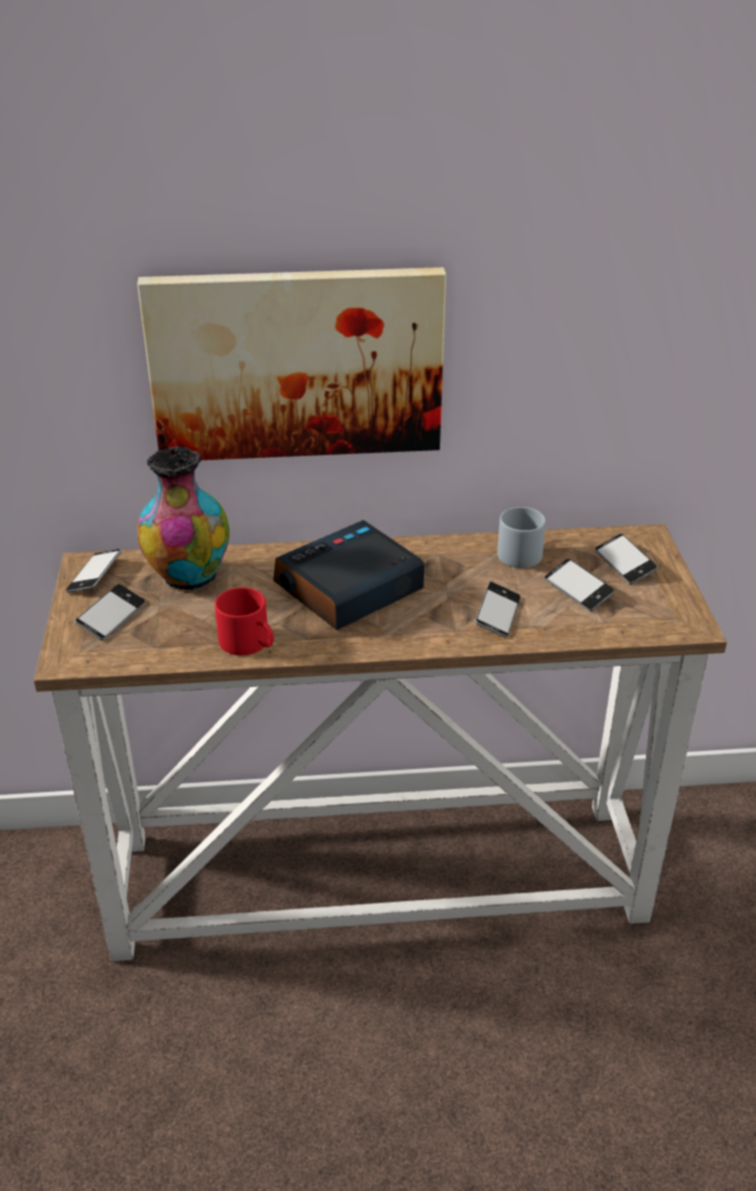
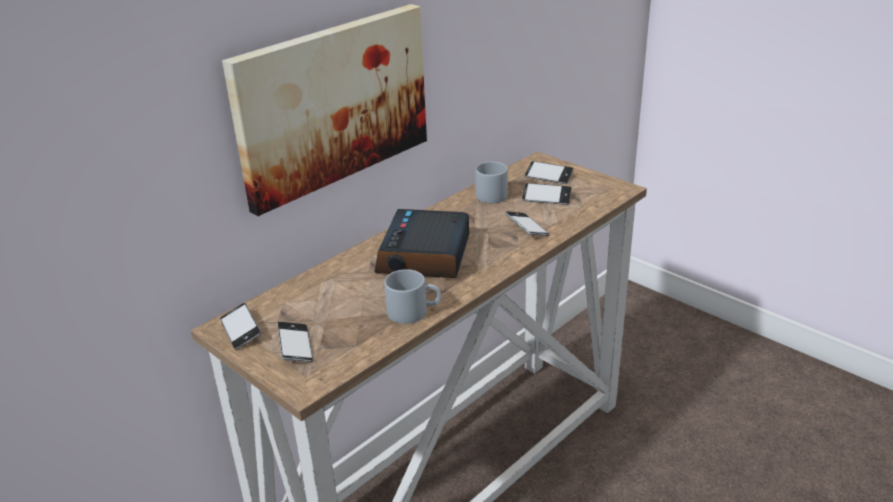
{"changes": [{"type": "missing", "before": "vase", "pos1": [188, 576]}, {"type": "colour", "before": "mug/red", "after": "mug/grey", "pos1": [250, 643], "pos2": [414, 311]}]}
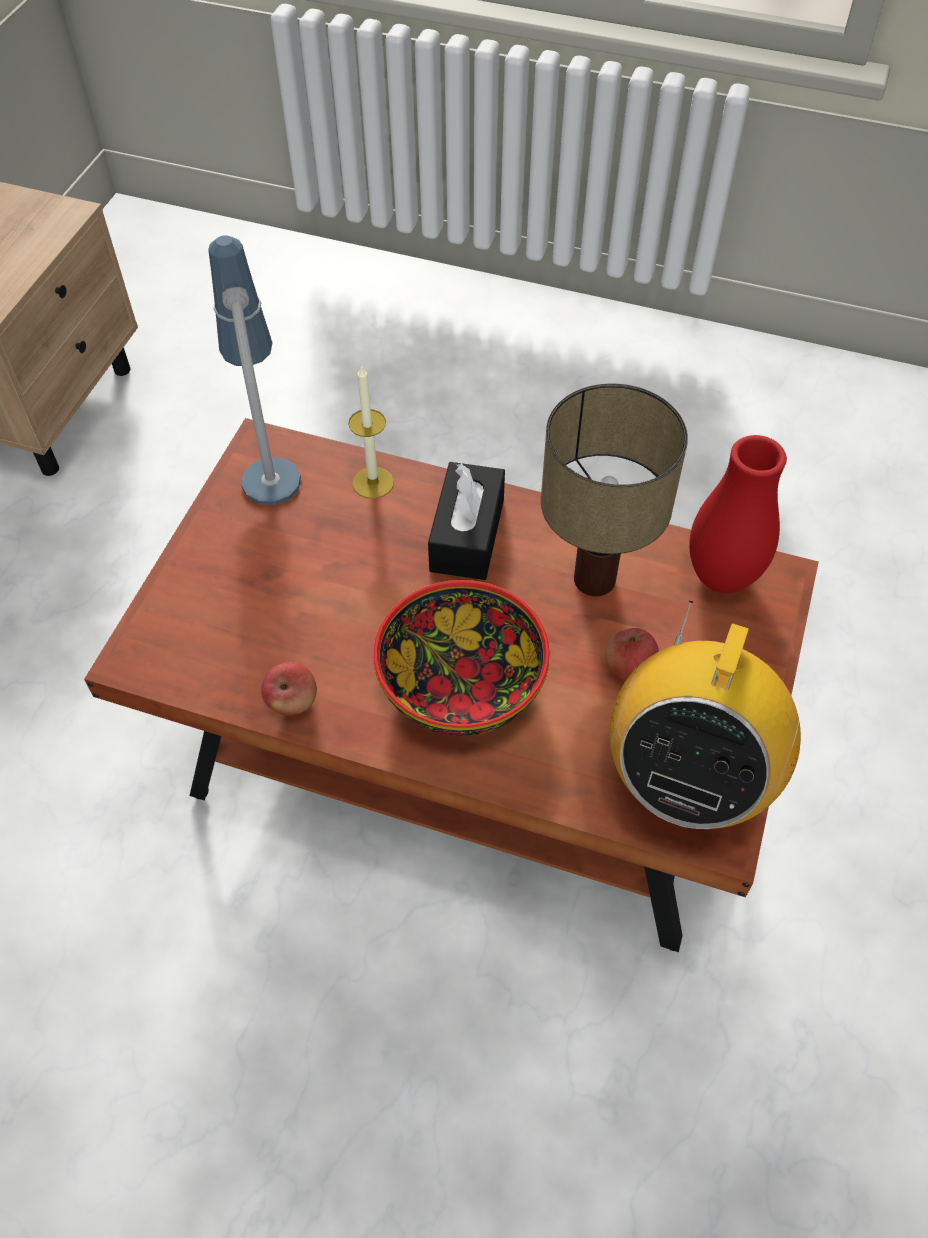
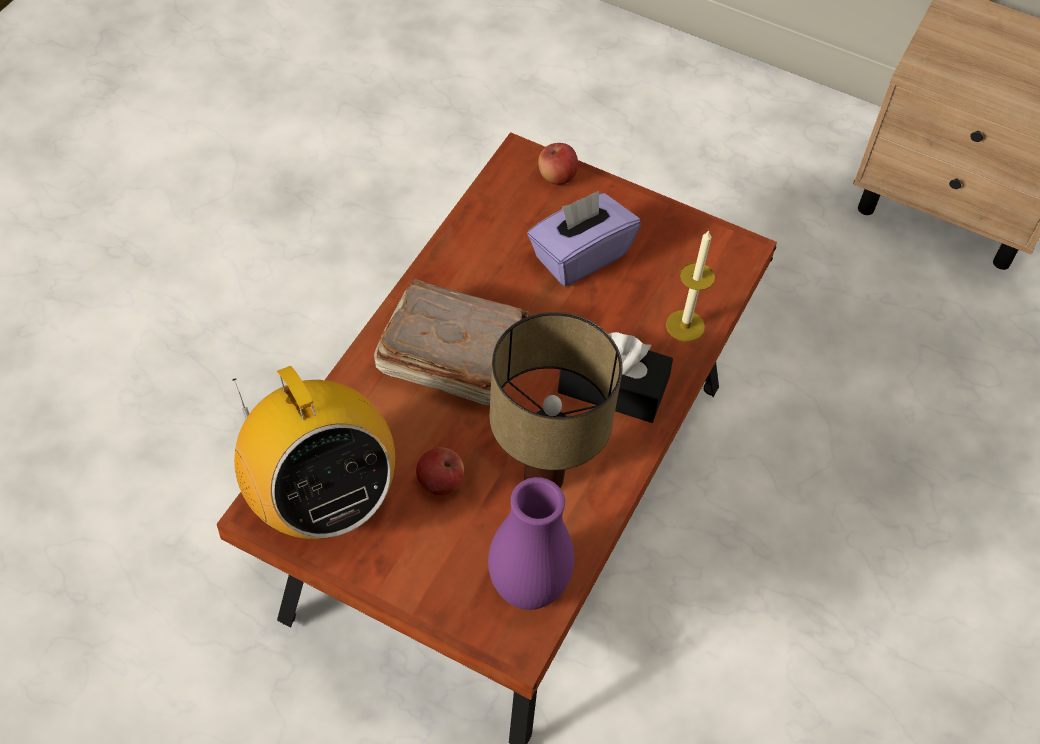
{"changes": [{"type": "missing", "before": "table lamp", "pos1": [266, 452]}, {"type": "relocated", "before": "apple", "pos1": [293, 702], "pos2": [557, 177]}, {"type": "exchanged", "before": "bowl", "after": "book/brown", "pos1": [460, 686], "pos2": [450, 357]}, {"type": "spun", "before": "radio", "pos1": [687, 778], "pos2": [320, 500], "turn": -150}, {"type": "colour", "before": "vase/red", "after": "vase/purple", "pos1": [722, 577], "pos2": [527, 588]}, {"type": "appeared", "after": "tissue box/purple", "pos2": [579, 256]}]}
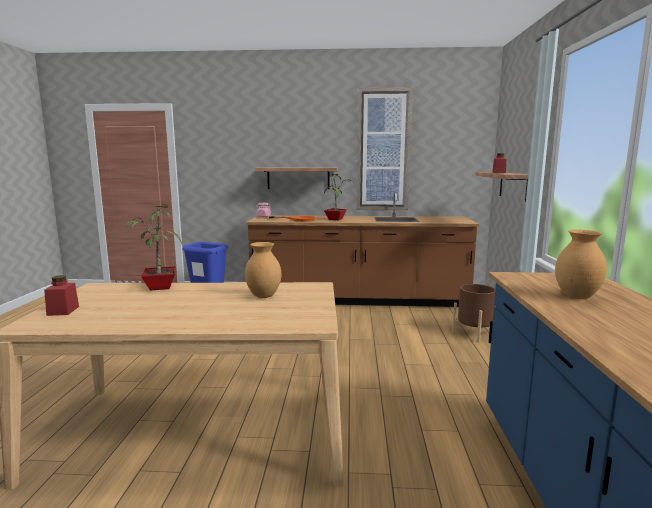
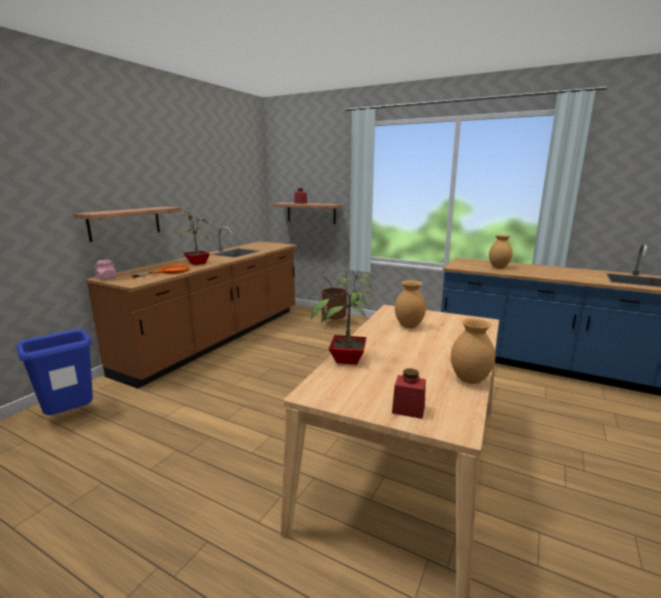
{"changes": [{"type": "missing", "before": "picture", "pos1": [383, 150]}, {"type": "appeared", "after": "vase/brown", "pos2": [470, 380]}]}
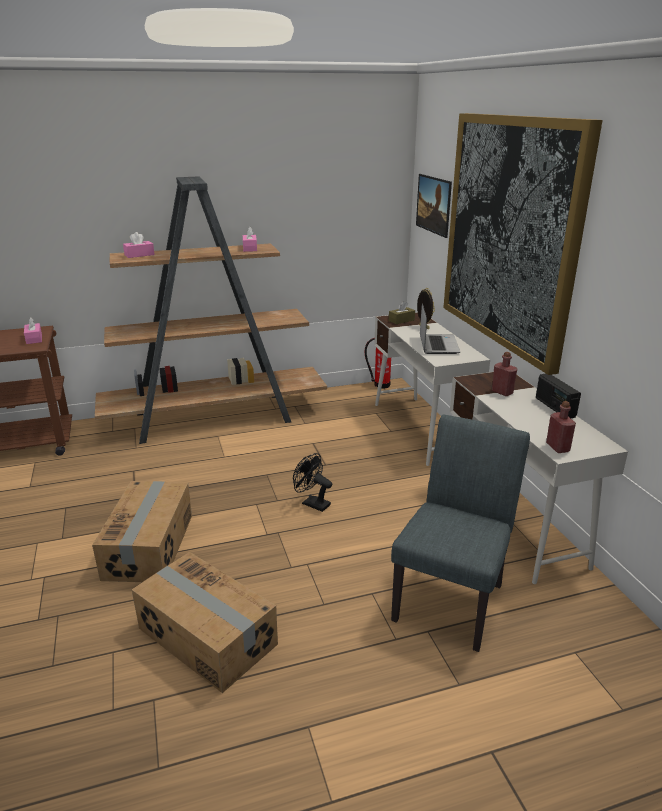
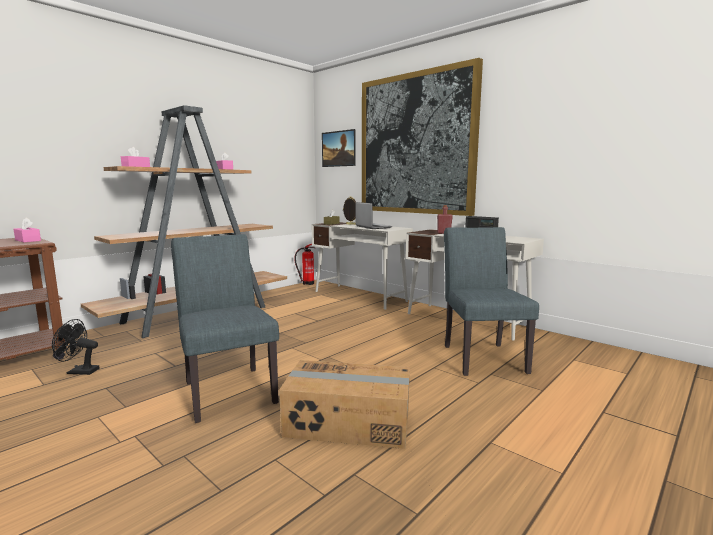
{"changes": [{"type": "exchanged", "before": "cardboard box", "after": "chair/grey", "pos1": [150, 546], "pos2": [228, 388]}, {"type": "relocated", "before": "fan/black", "pos1": [312, 503], "pos2": [78, 371]}, {"type": "missing", "before": "bottle/red", "pos1": [557, 447]}]}
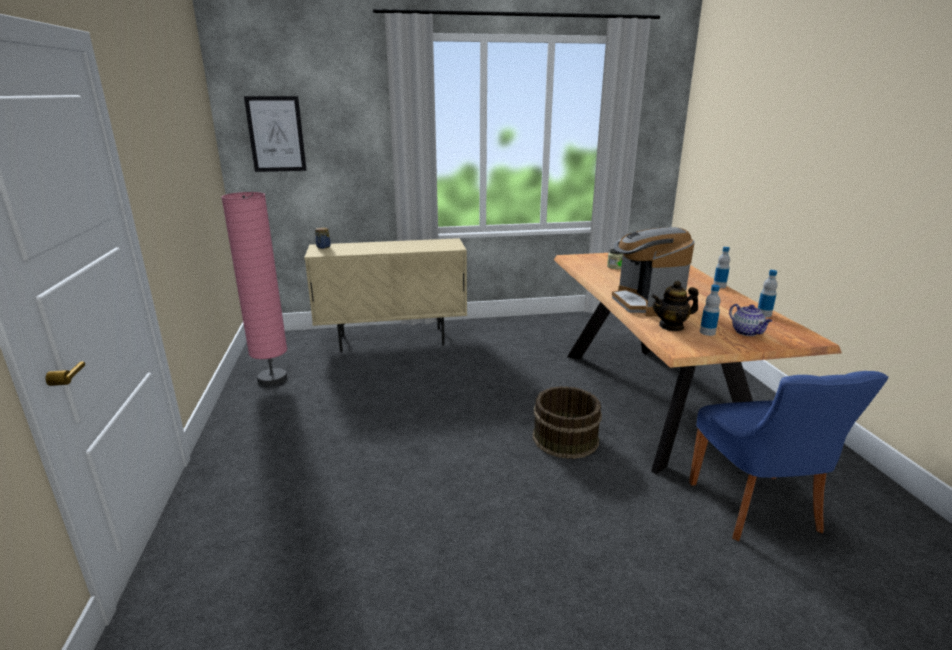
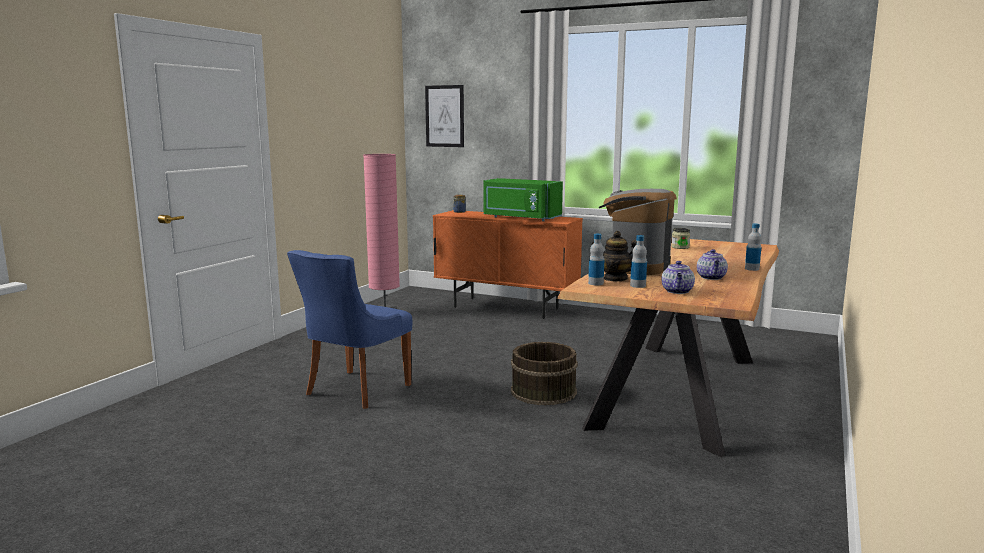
{"changes": [{"type": "colour", "before": "cabinet/beige", "after": "cabinet/orange", "pos1": [392, 340], "pos2": [506, 308]}, {"type": "relocated", "before": "chair/blue", "pos1": [756, 509], "pos2": [355, 390]}, {"type": "relocated", "before": "bottle", "pos1": [764, 314], "pos2": [595, 283]}, {"type": "appeared", "after": "microwave/green", "pos2": [520, 218]}, {"type": "appeared", "after": "teapot", "pos2": [711, 278]}]}
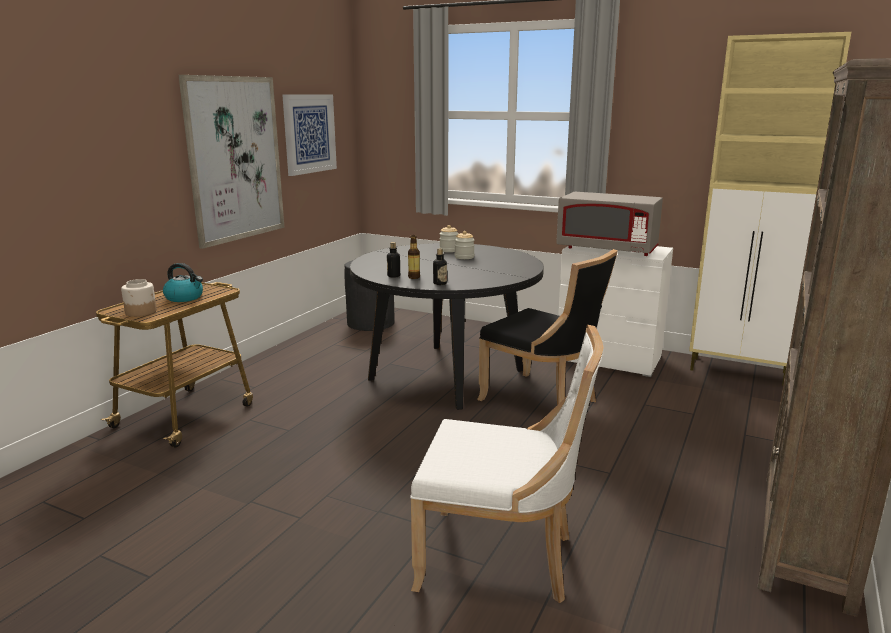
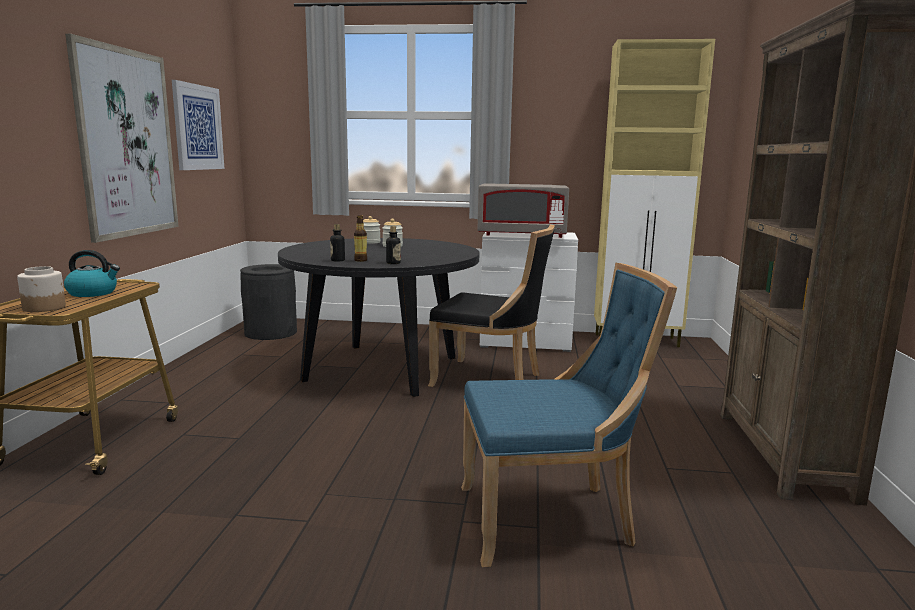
{"changes": [{"type": "colour", "before": "chair/white", "after": "chair/blue", "pos1": [502, 559], "pos2": [551, 519]}]}
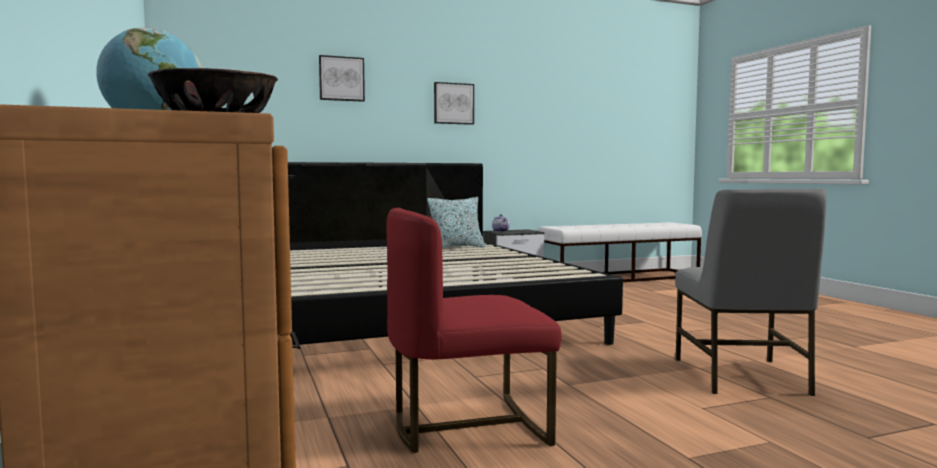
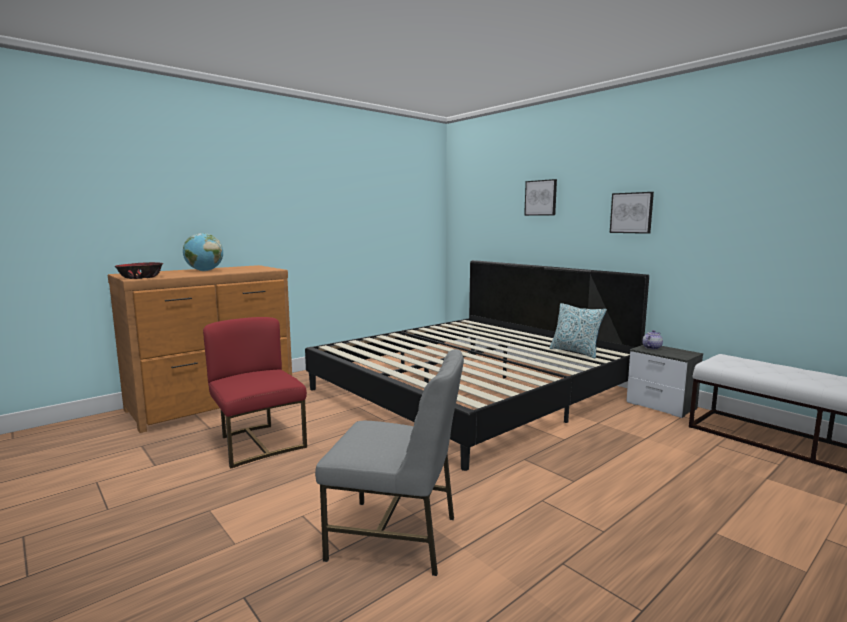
{"changes": [{"type": "spun", "before": "chair/grey", "pos1": [742, 376], "pos2": [396, 537], "turn": -150}]}
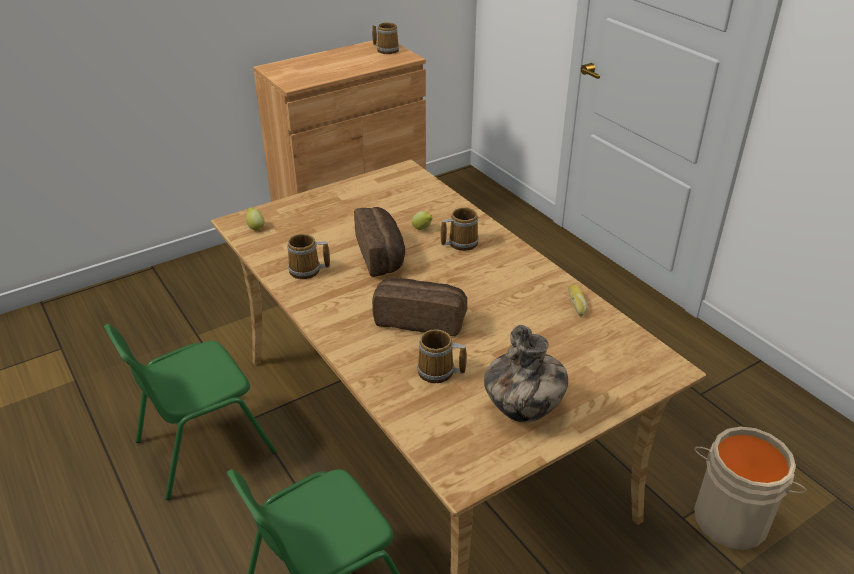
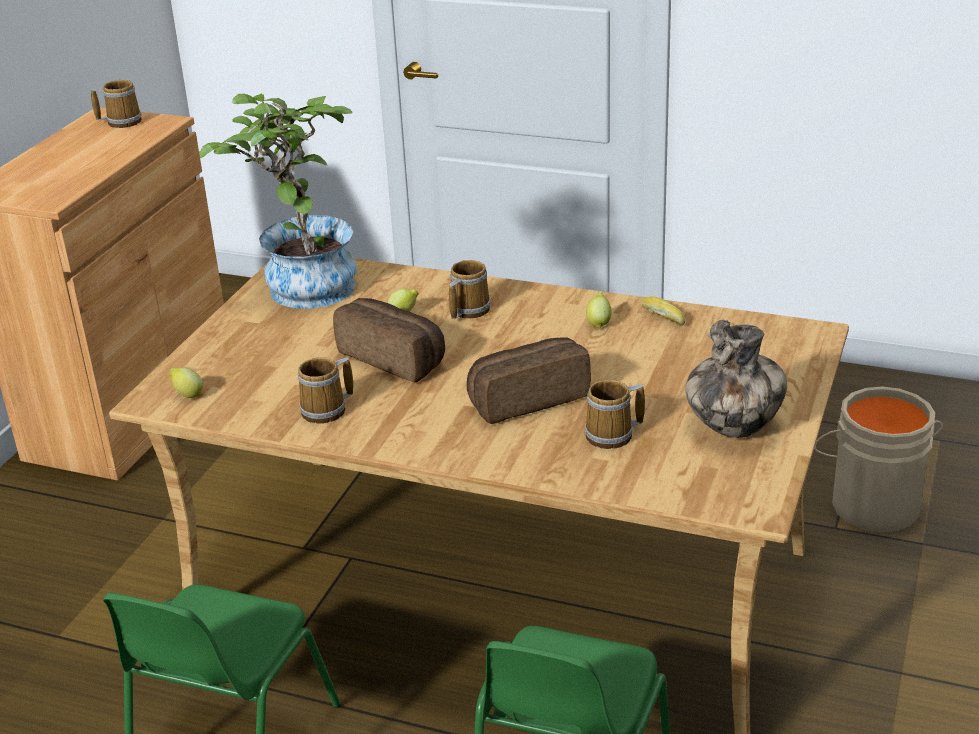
{"changes": [{"type": "appeared", "after": "potted plant", "pos2": [301, 284]}, {"type": "appeared", "after": "lemon", "pos2": [598, 323]}]}
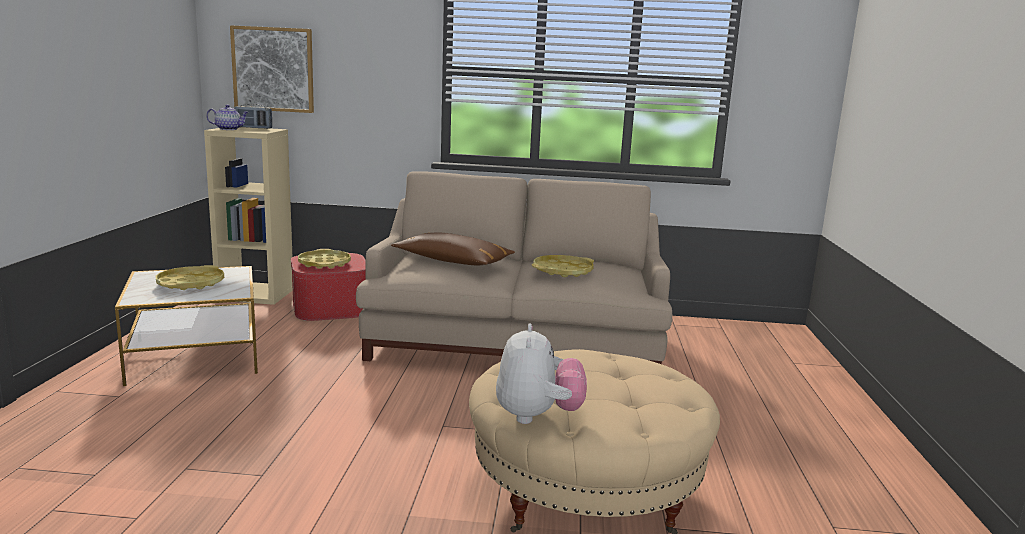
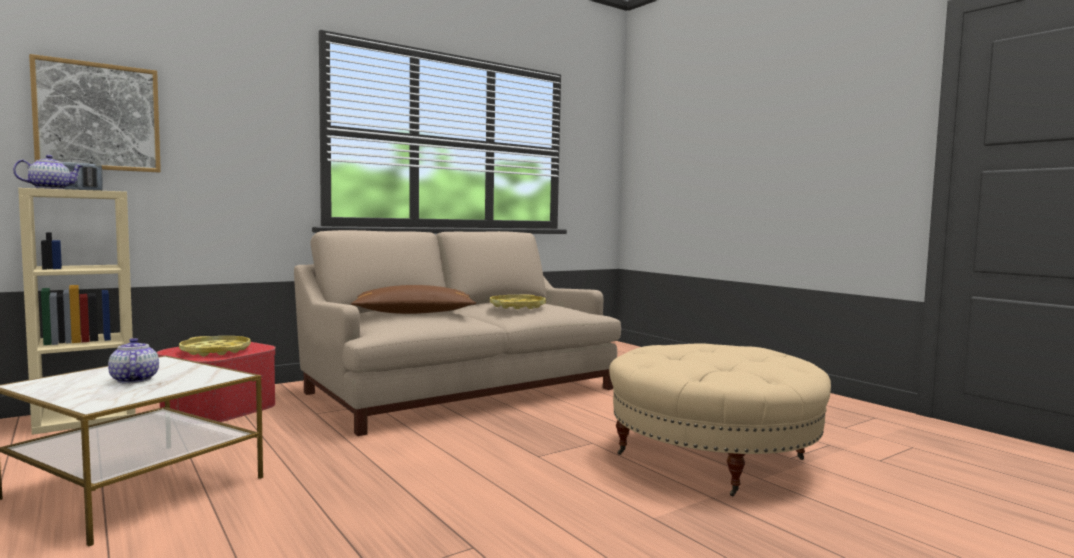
{"changes": [{"type": "exchanged", "before": "tray/yellow", "after": "teapot", "pos1": [190, 284], "pos2": [133, 380]}, {"type": "missing", "before": "plush toy", "pos1": [537, 416]}]}
